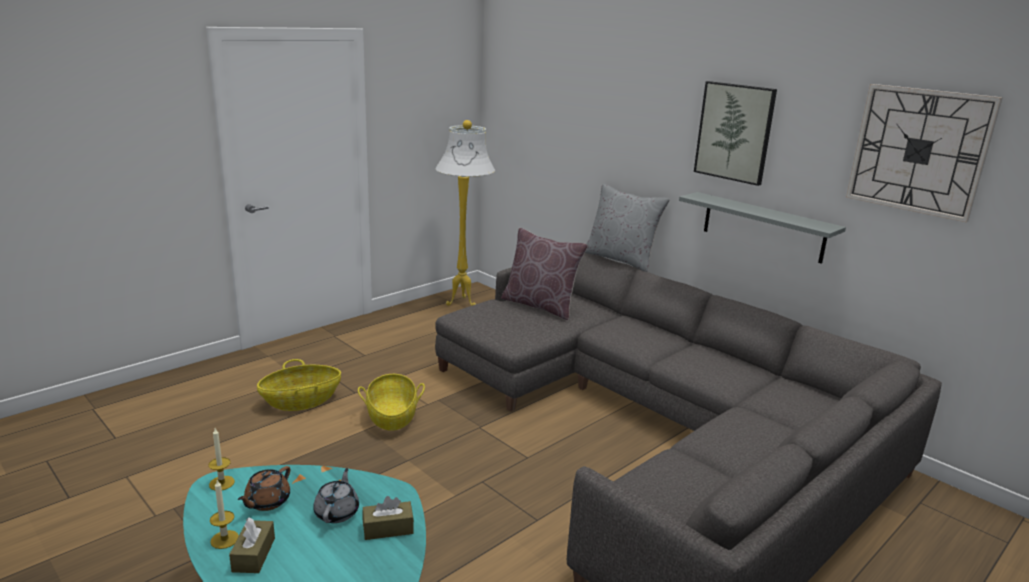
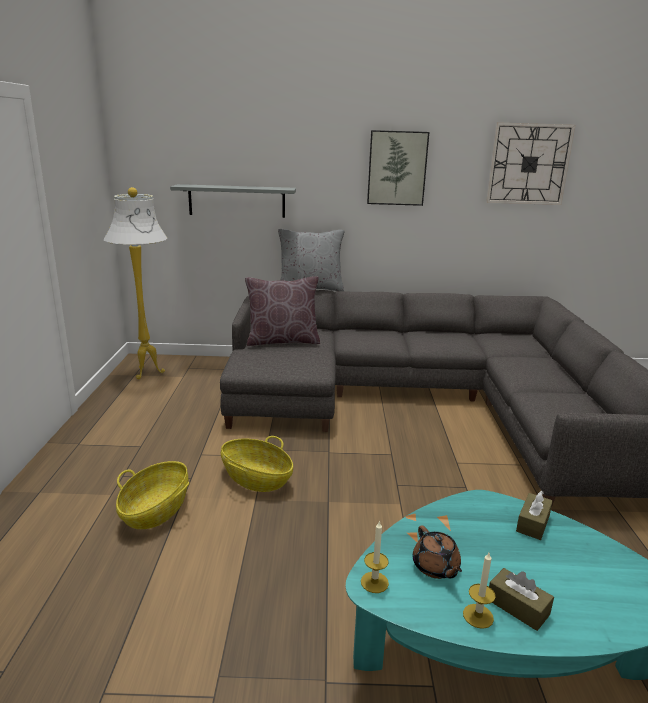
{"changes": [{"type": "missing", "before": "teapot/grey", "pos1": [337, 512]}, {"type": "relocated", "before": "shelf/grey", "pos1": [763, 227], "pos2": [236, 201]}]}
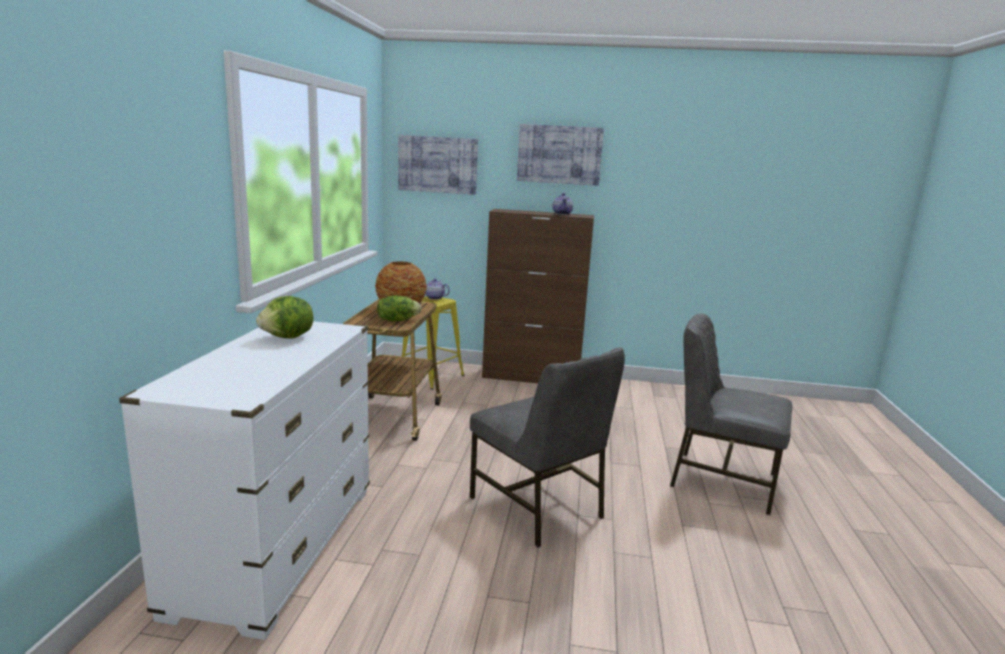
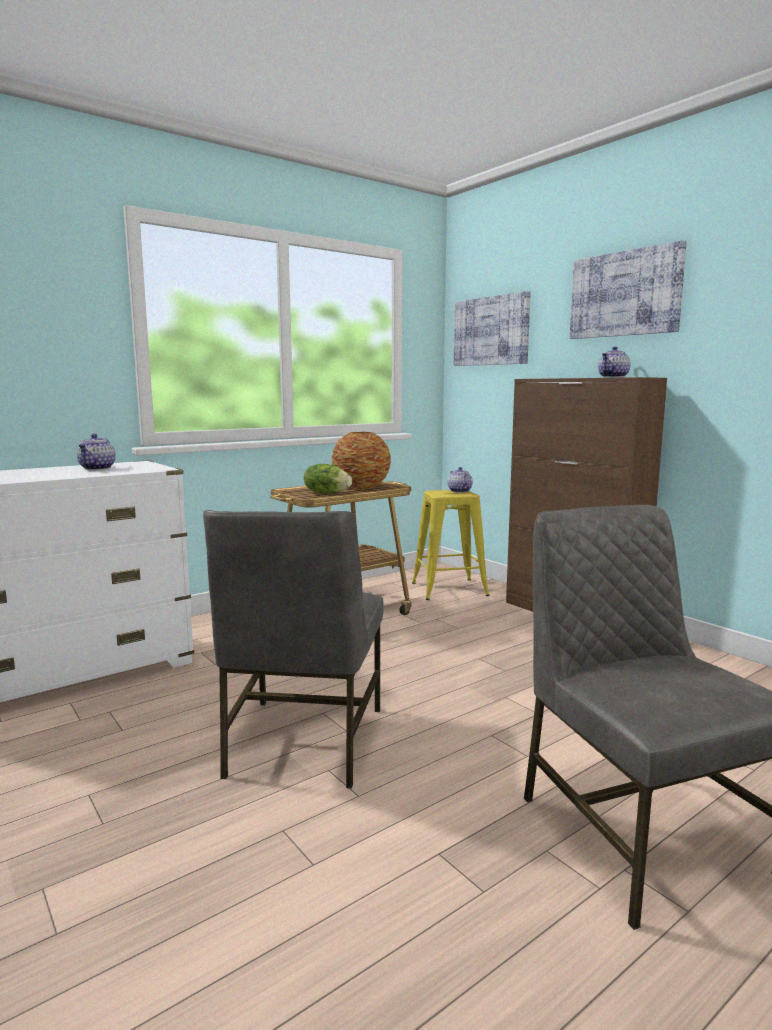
{"changes": [{"type": "exchanged", "before": "lettuce", "after": "teapot", "pos1": [288, 338], "pos2": [97, 468]}]}
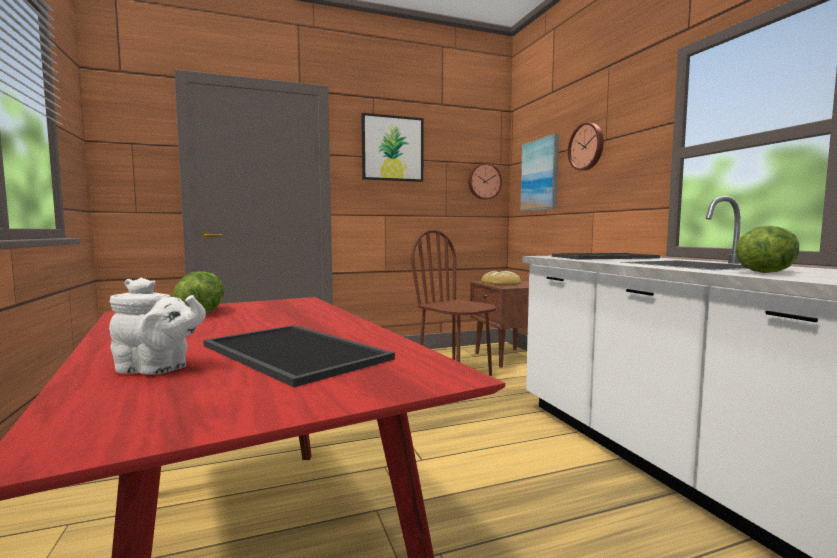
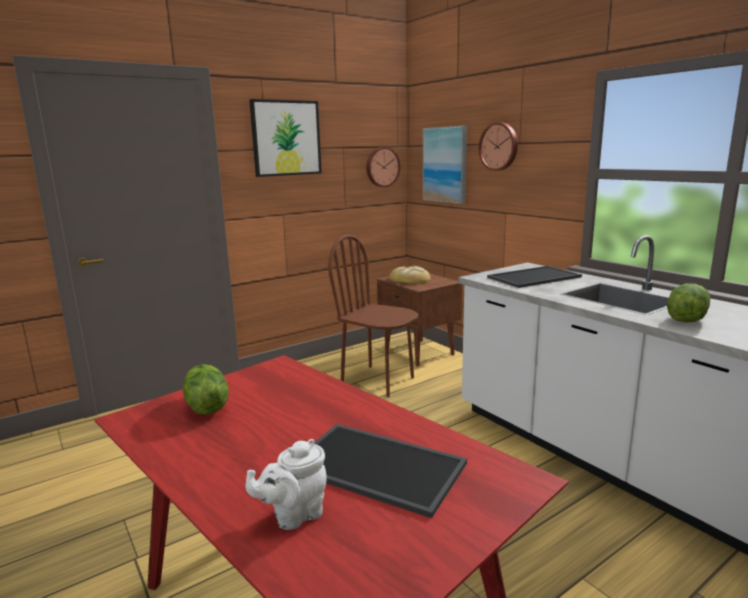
{"changes": [{"type": "spun", "before": "teapot/white", "pos1": [157, 369], "pos2": [294, 515], "turn": 150}]}
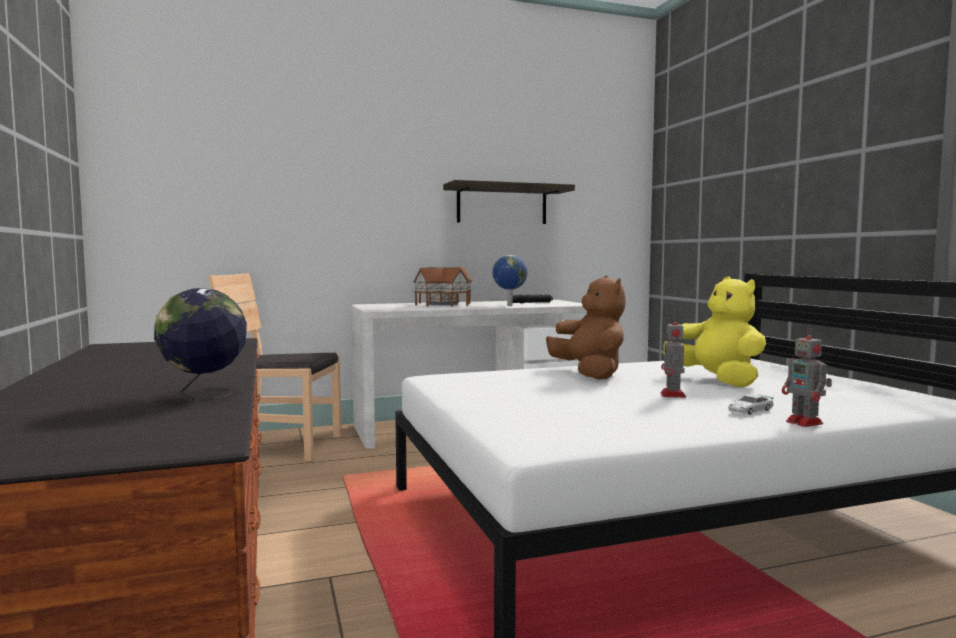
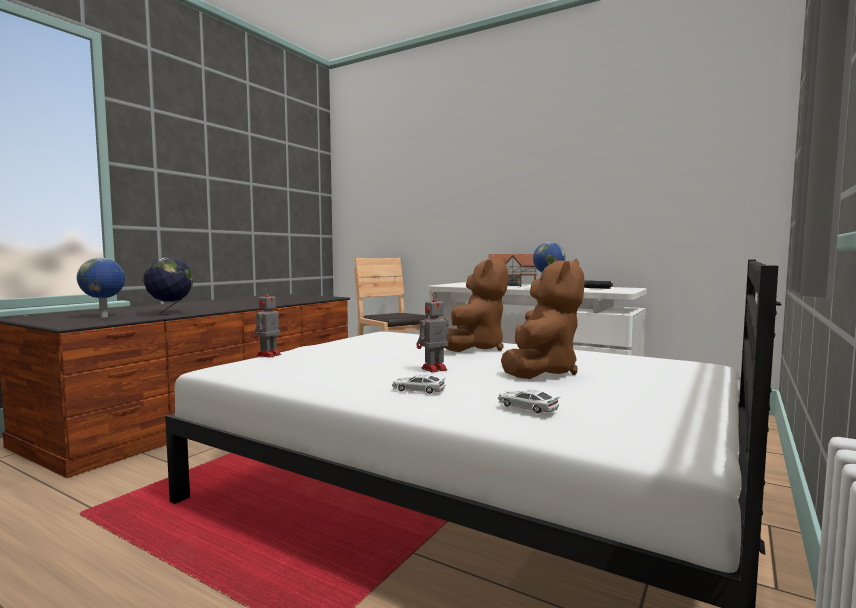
{"changes": [{"type": "missing", "before": "shelf", "pos1": [502, 204]}, {"type": "colour", "before": "plush toy/yellow", "after": "plush toy/brown", "pos1": [717, 381], "pos2": [540, 372]}, {"type": "relocated", "before": "toy robot", "pos1": [806, 423], "pos2": [268, 355]}, {"type": "appeared", "after": "globe", "pos2": [104, 317]}, {"type": "appeared", "after": "toy car", "pos2": [527, 407]}]}
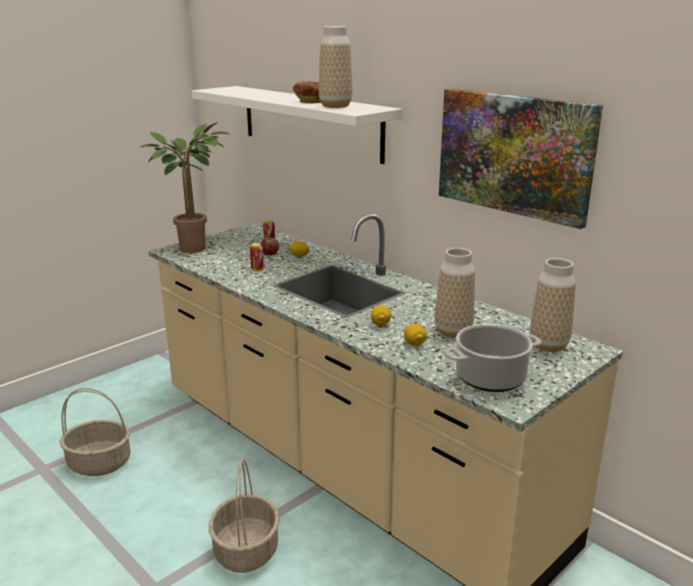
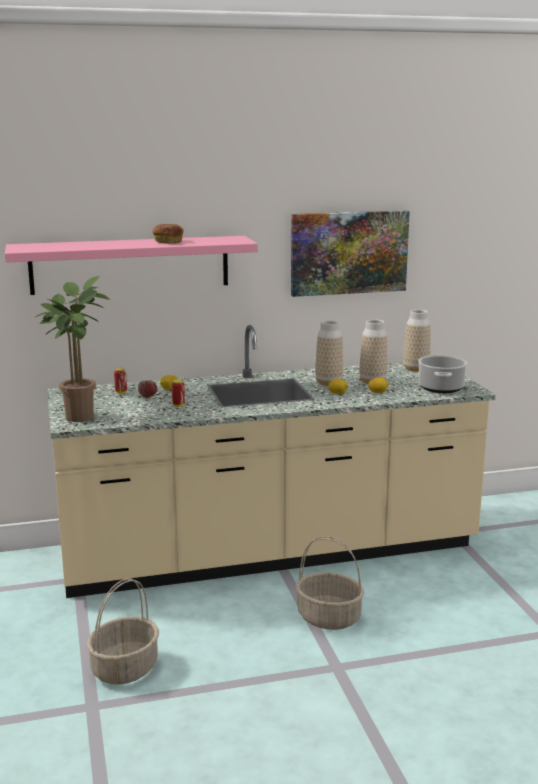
{"changes": [{"type": "colour", "before": "shelf/white", "after": "shelf/pink", "pos1": [310, 122], "pos2": [130, 264]}, {"type": "relocated", "before": "vase", "pos1": [335, 106], "pos2": [328, 383]}]}
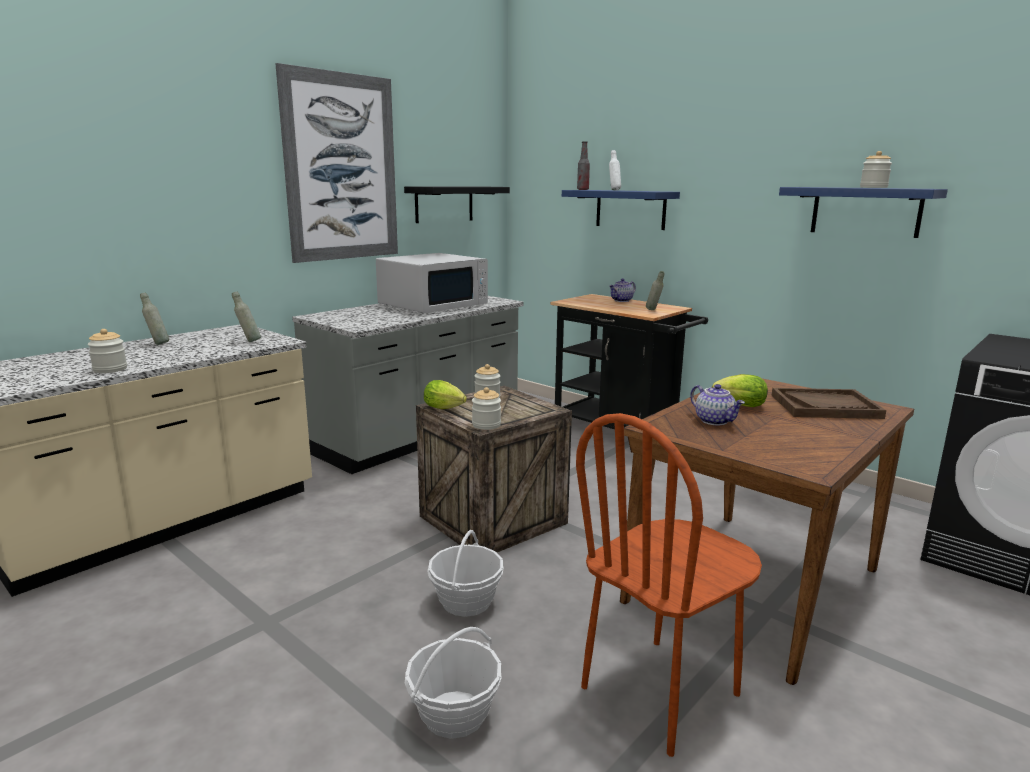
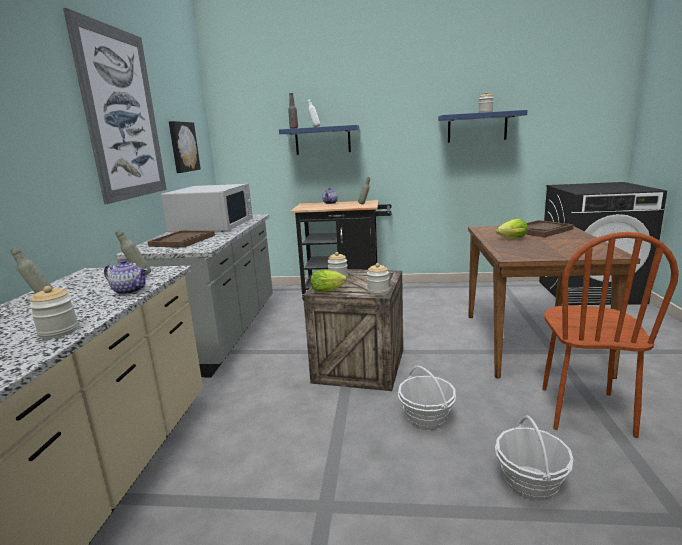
{"changes": [{"type": "exchanged", "before": "shelf/black", "after": "picture", "pos1": [444, 204], "pos2": [183, 147]}, {"type": "relocated", "before": "teapot", "pos1": [715, 421], "pos2": [130, 291]}, {"type": "appeared", "after": "tray/brown", "pos2": [183, 240]}]}
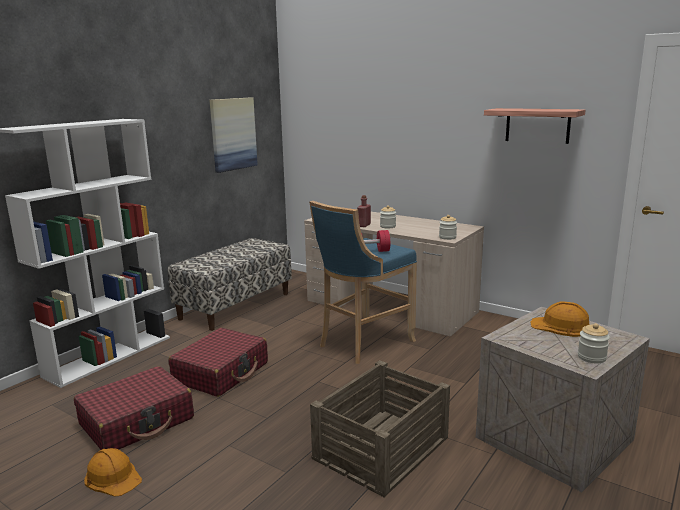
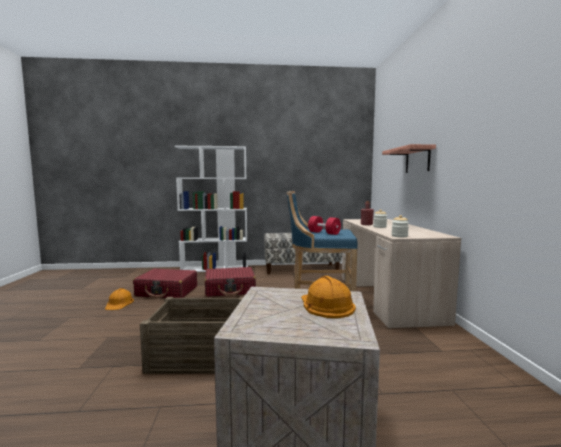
{"changes": [{"type": "missing", "before": "picture", "pos1": [233, 134]}, {"type": "relocated", "before": "shelf", "pos1": [537, 125], "pos2": [417, 160]}, {"type": "missing", "before": "jar", "pos1": [591, 357]}]}
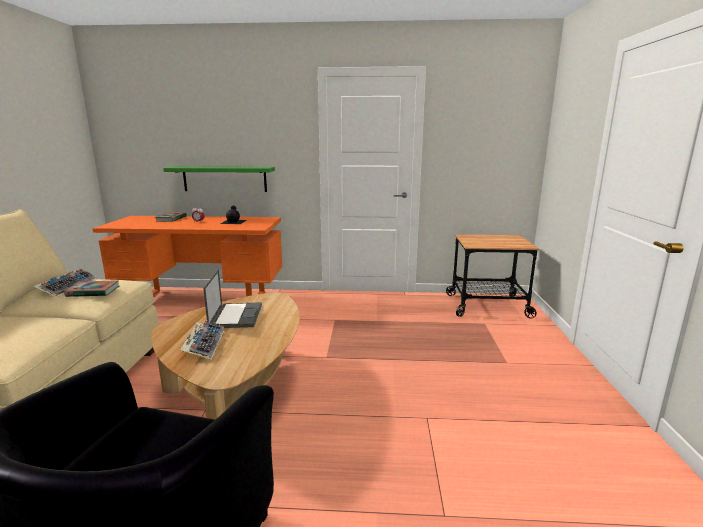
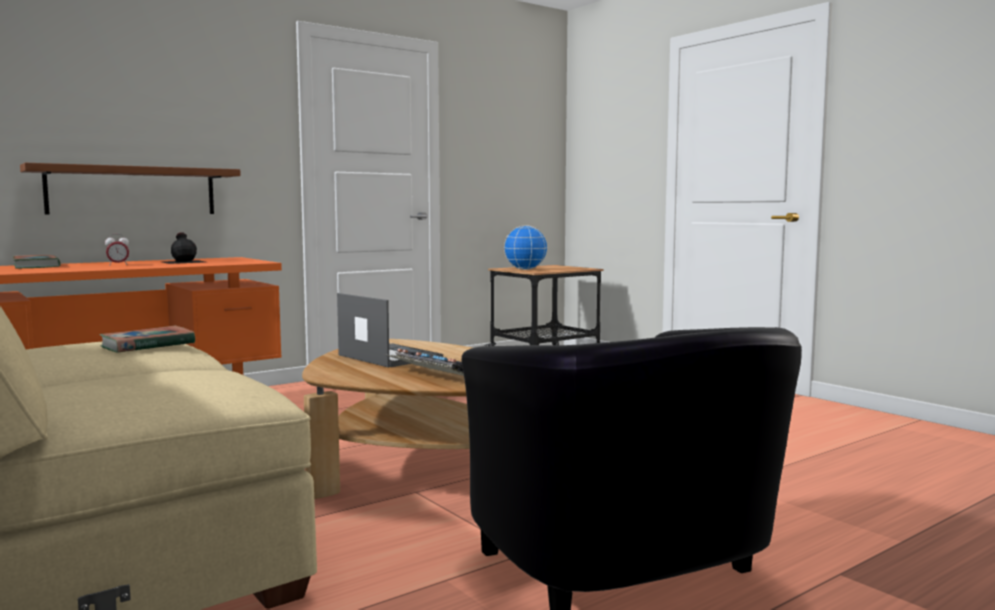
{"changes": [{"type": "missing", "before": "keyboard", "pos1": [67, 287]}, {"type": "colour", "before": "shelf/green", "after": "shelf/brown", "pos1": [224, 179], "pos2": [132, 191]}, {"type": "appeared", "after": "globe", "pos2": [525, 269]}]}
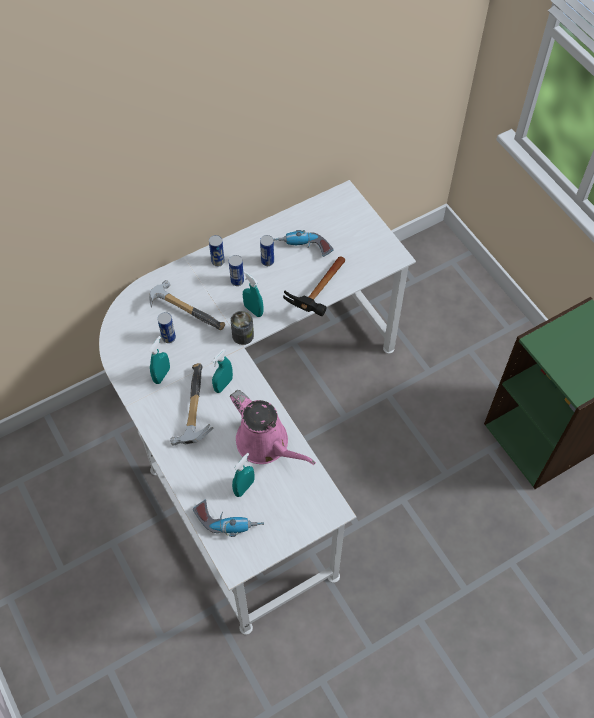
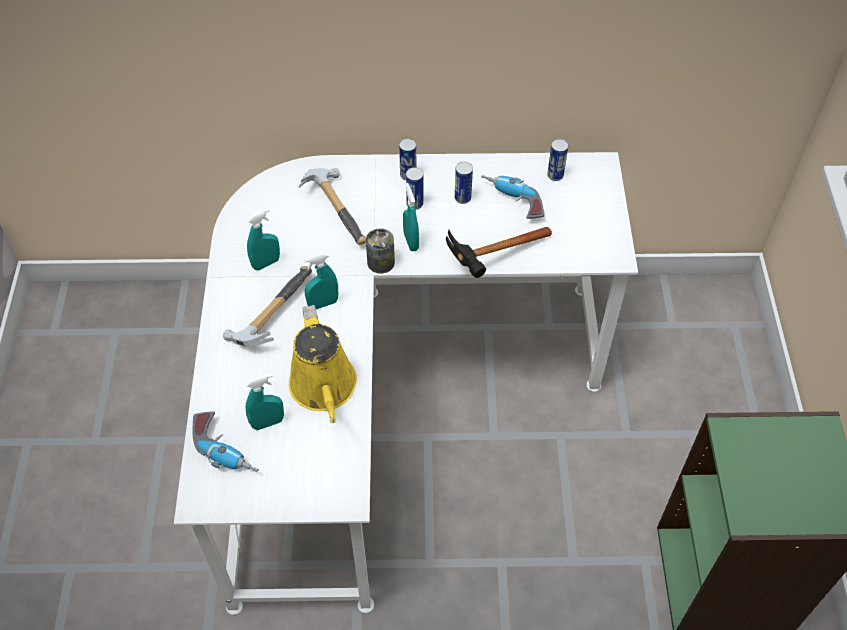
{"changes": [{"type": "relocated", "before": "can", "pos1": [168, 338], "pos2": [555, 175]}, {"type": "colour", "before": "watering can/pink", "after": "watering can/yellow", "pos1": [266, 444], "pos2": [324, 389]}]}
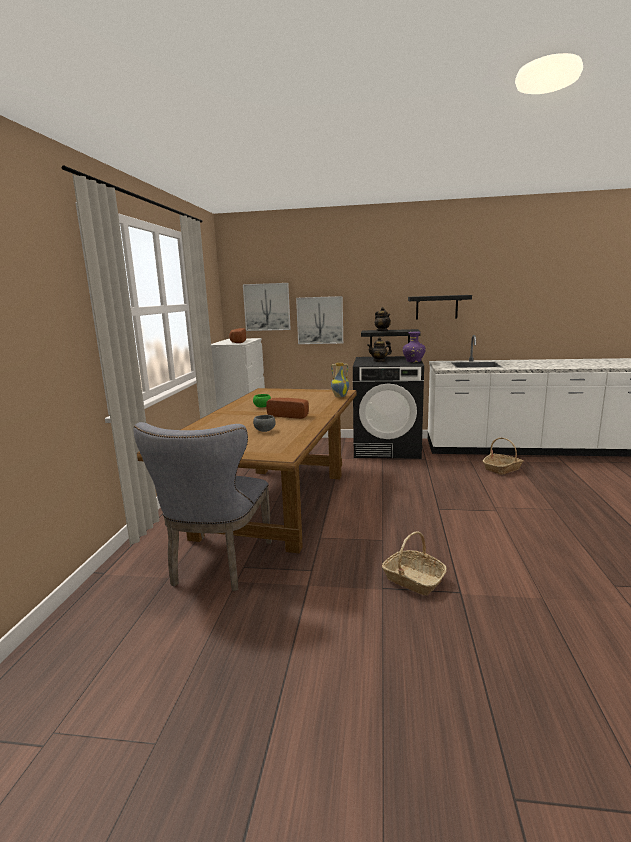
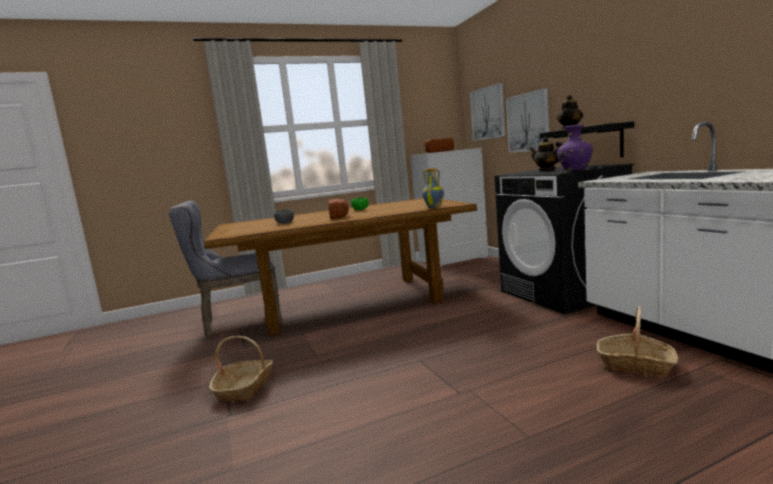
{"changes": [{"type": "missing", "before": "shelf/black", "pos1": [436, 307]}]}
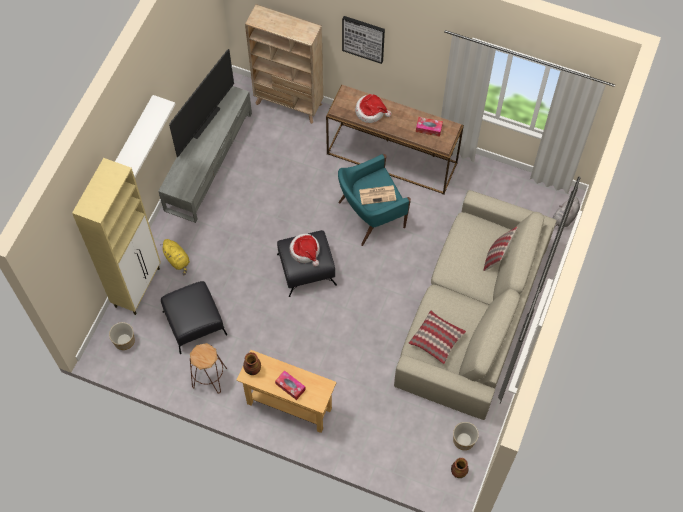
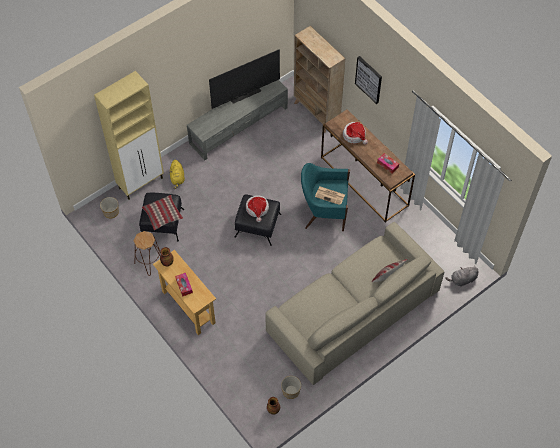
{"changes": [{"type": "missing", "before": "shelf/white", "pos1": [134, 137]}, {"type": "relocated", "before": "pillow", "pos1": [436, 339], "pos2": [163, 215]}]}
